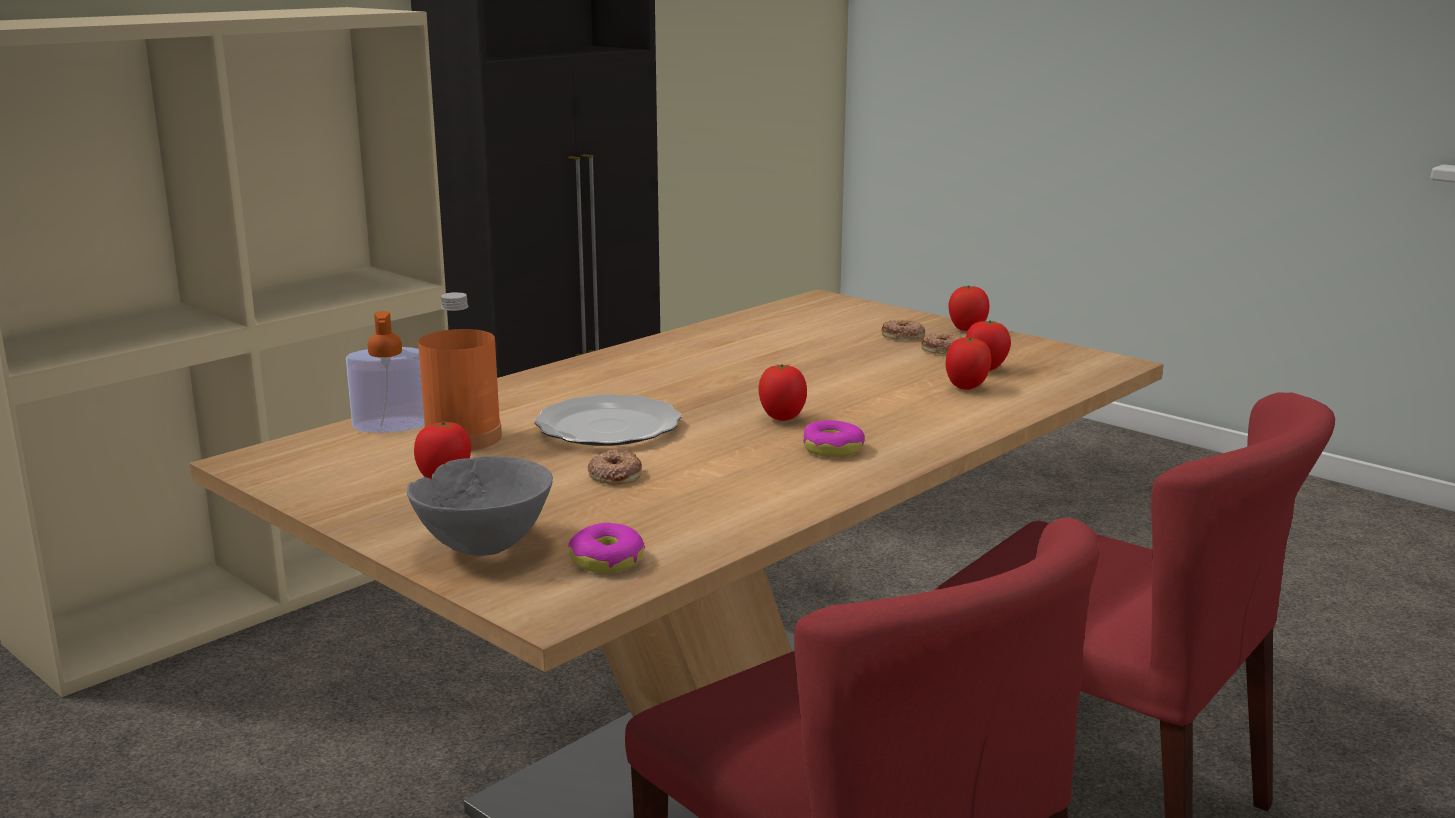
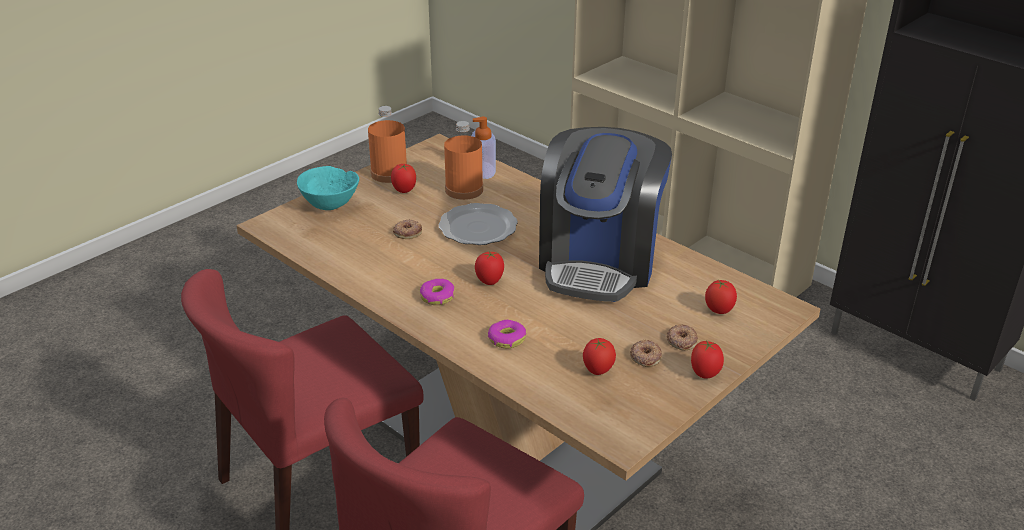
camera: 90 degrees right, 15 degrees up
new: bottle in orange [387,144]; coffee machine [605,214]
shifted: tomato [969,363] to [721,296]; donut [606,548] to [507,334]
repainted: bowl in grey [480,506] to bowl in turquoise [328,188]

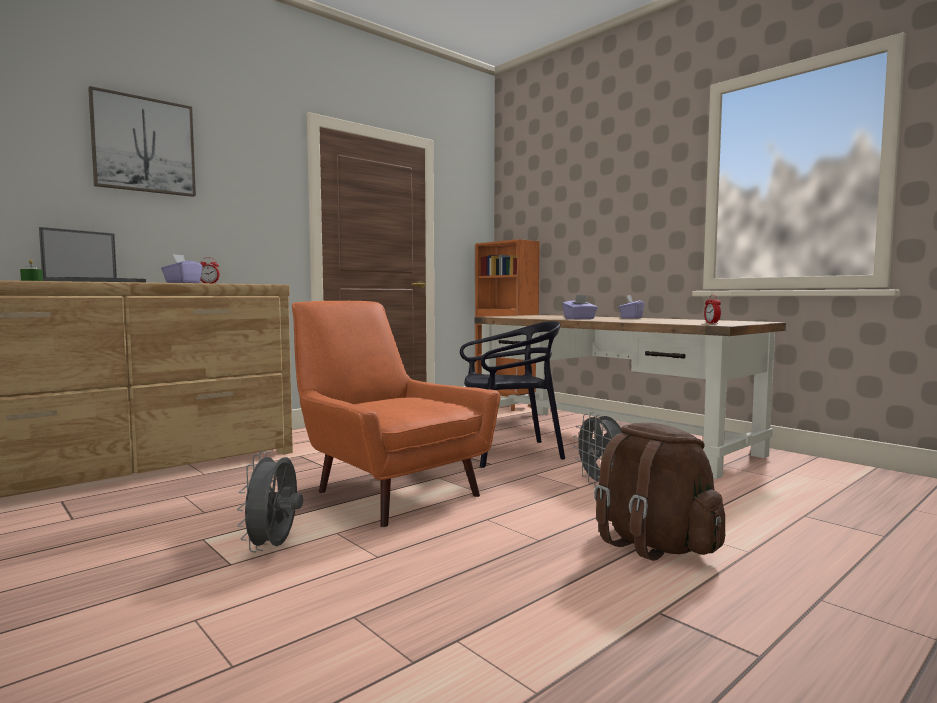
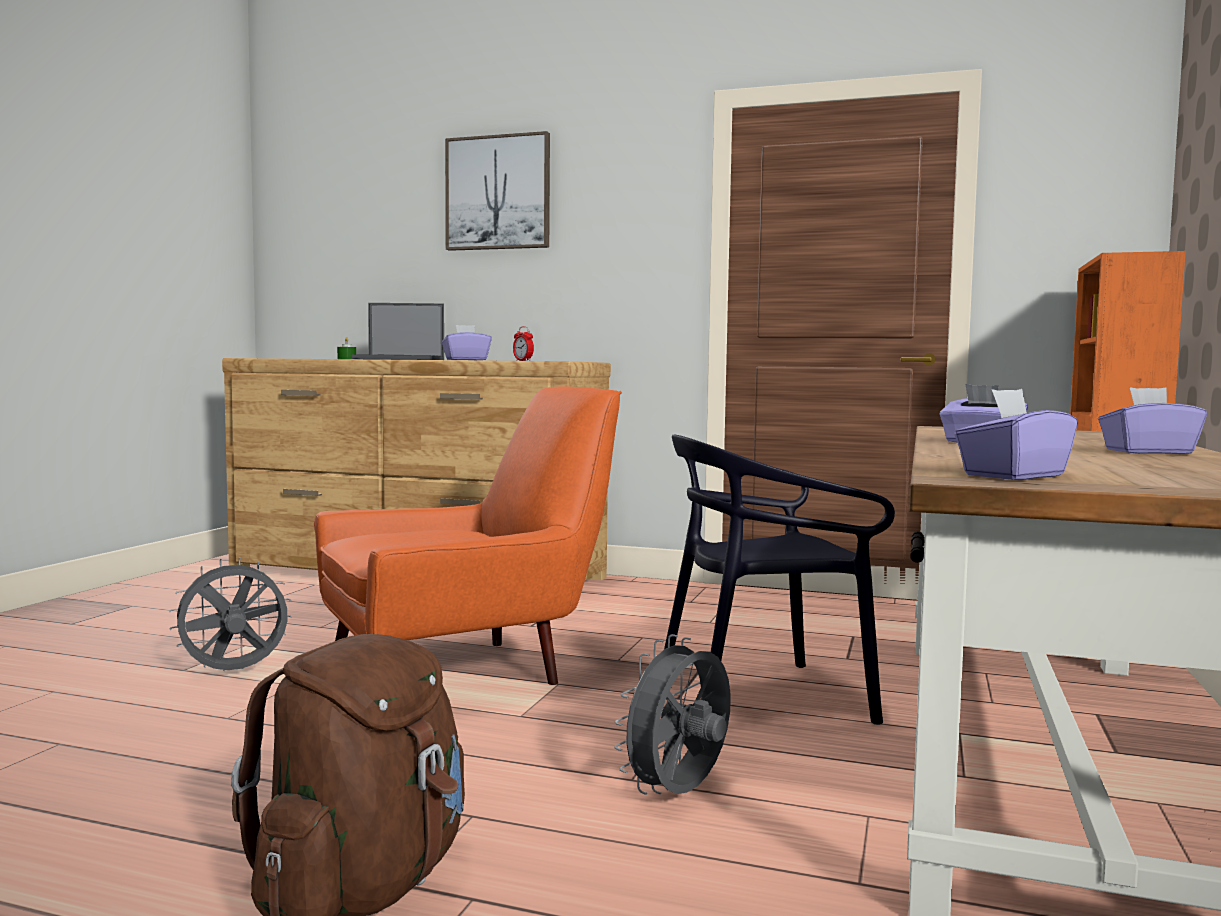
camera: 60 degrees right, 0 degrees up
swapped: alarm clock [712,309] to tissue box in purple [1016,434]
rotated: armchair in orange [396,414] = [468,536] 45 degrees clockwise; chair in black [512,394] = [779,580] 120 degrees clockwise

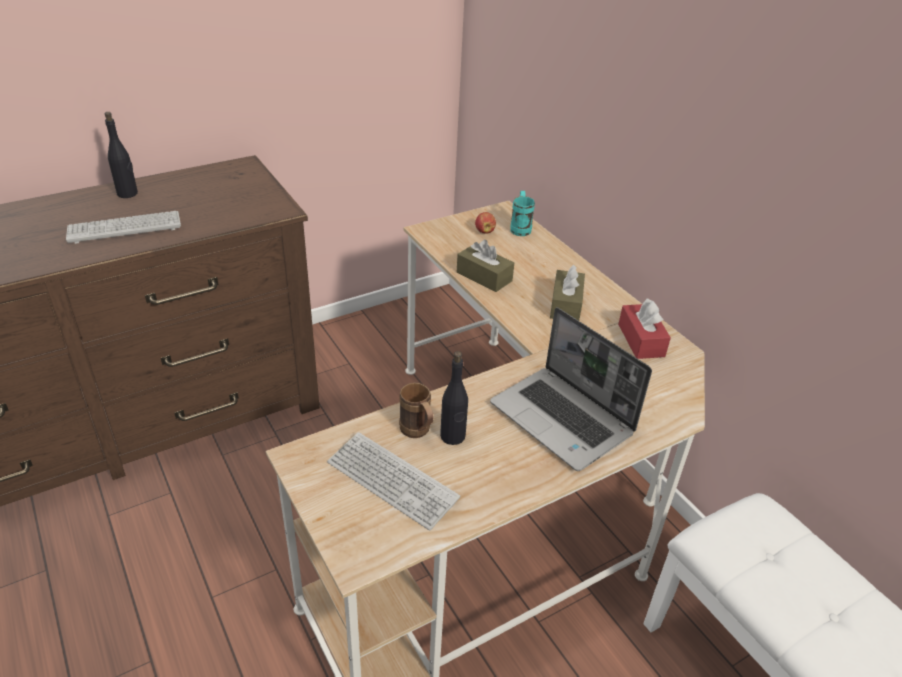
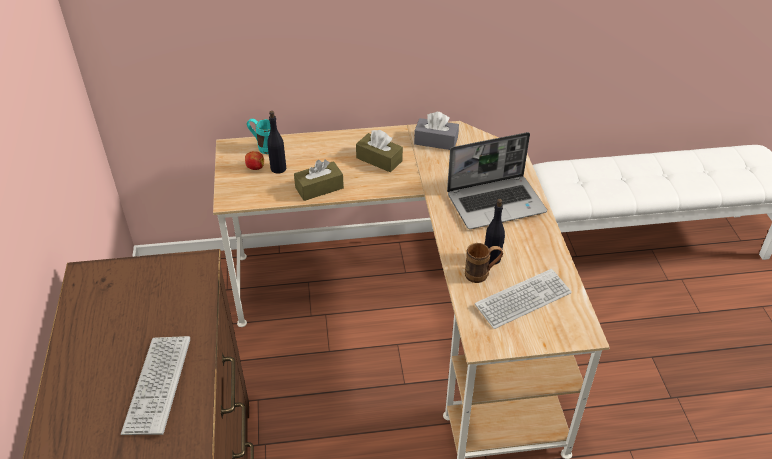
camera: 65 degrees left, 5 degrees up
shifted: bottle in black [121,155] to [276,142]
repainted: tissue box in red [644,328] to tissue box in grey [436,131]

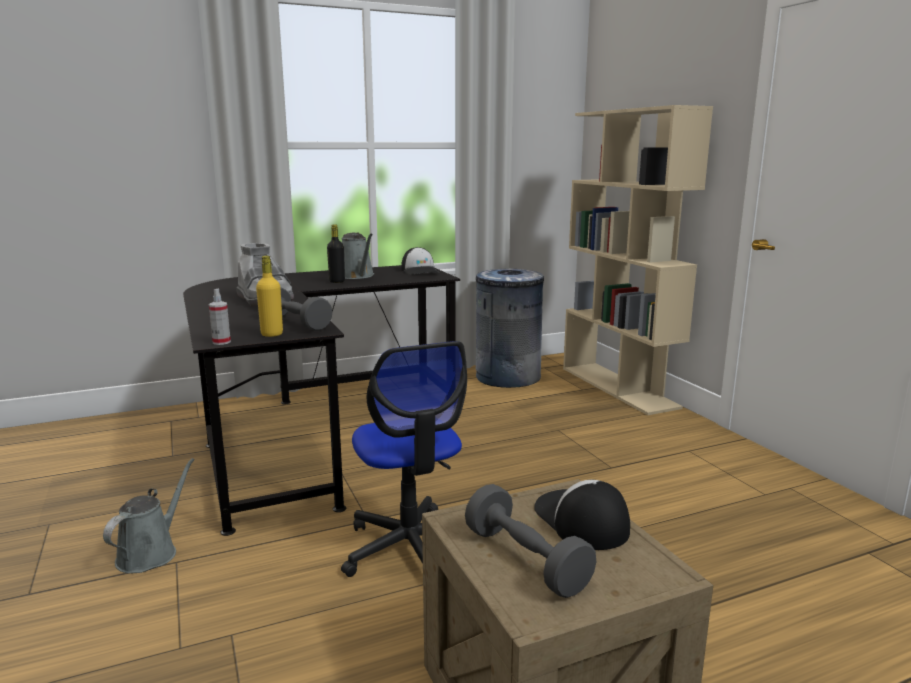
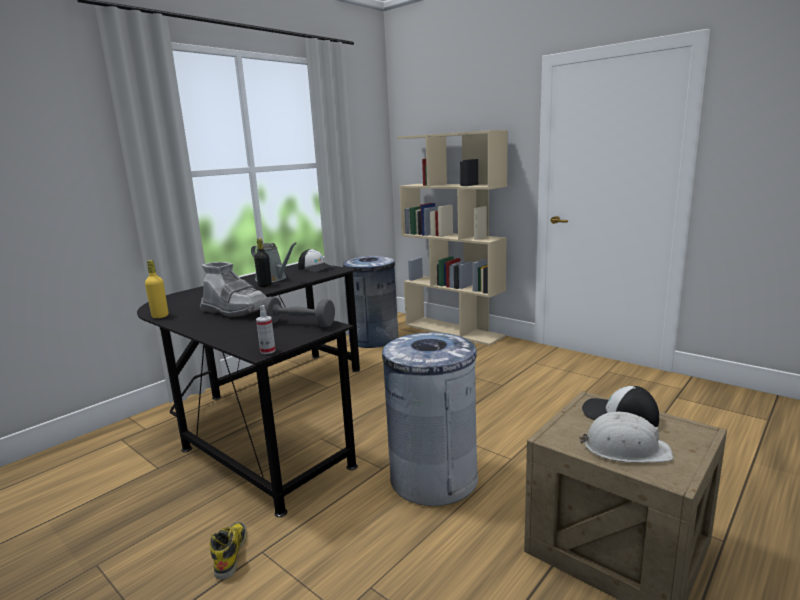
camera: 25 degrees left, 0 degrees up
shifted: bottle in yellow [269,296] to [156,289]
swapped: office chair [404,459] to trash can in grey [430,419]; watering can in grey [149,515] to boot [228,551]; dumbbell in grey [530,541] to hard hat in white [626,437]

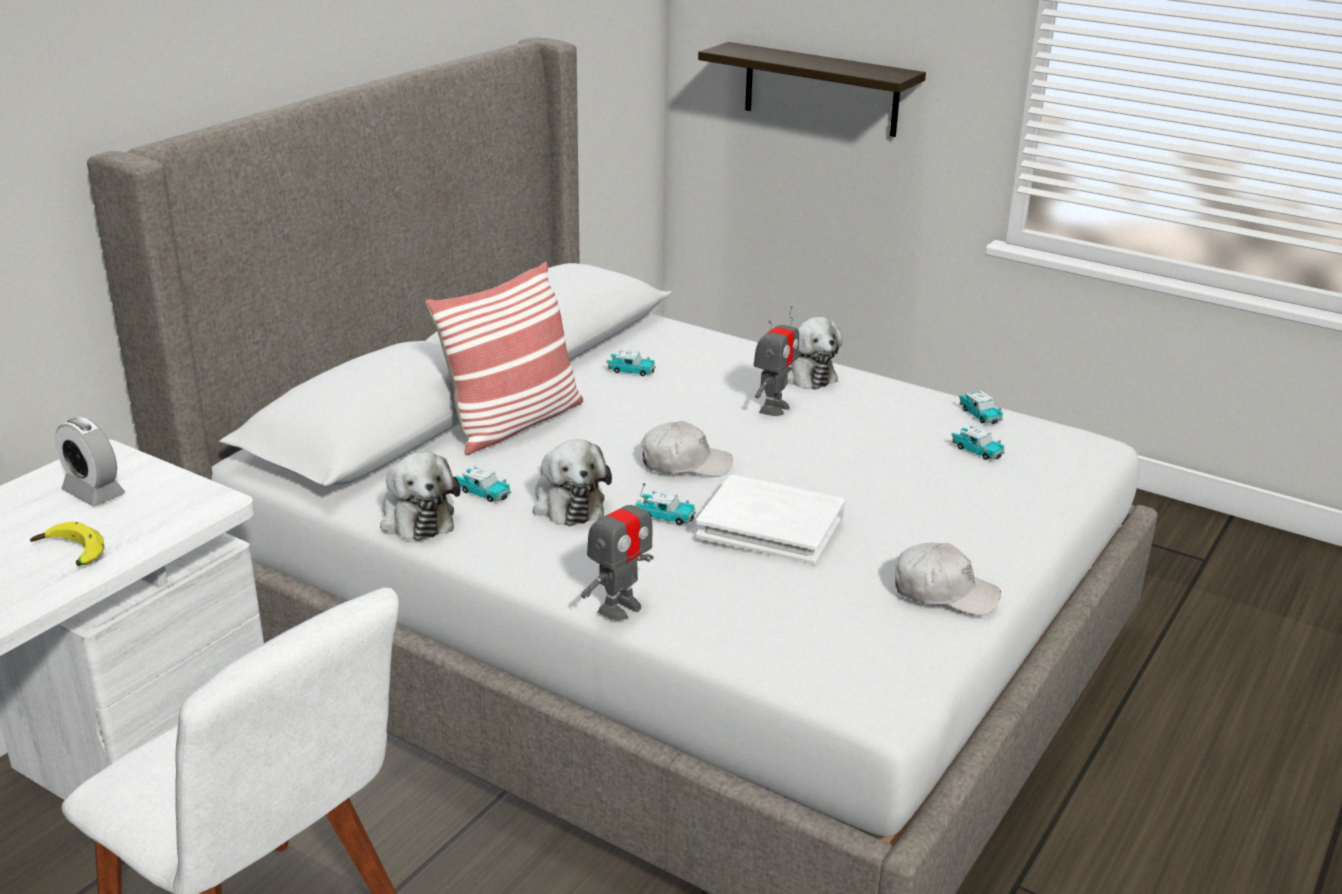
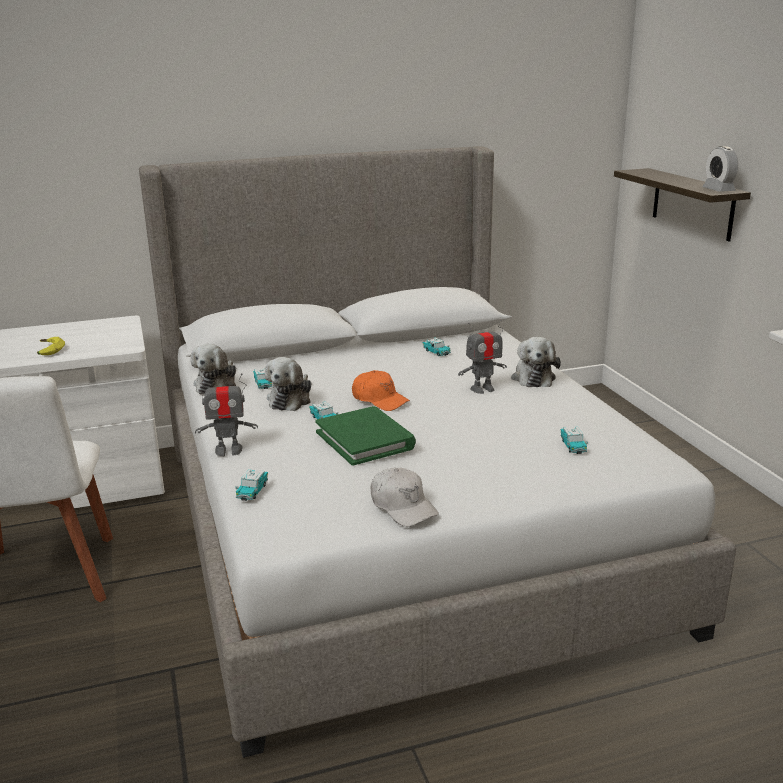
camera: 40 degrees right, 5 degrees down
gone: pillow [504,358]
shifted: toy car [981,407] to [251,485]; alarm clock [90,461] to [720,169]
repainted: cap in white [687,449] to cap in orange [381,390]; book in white [770,520] to book in green [365,436]

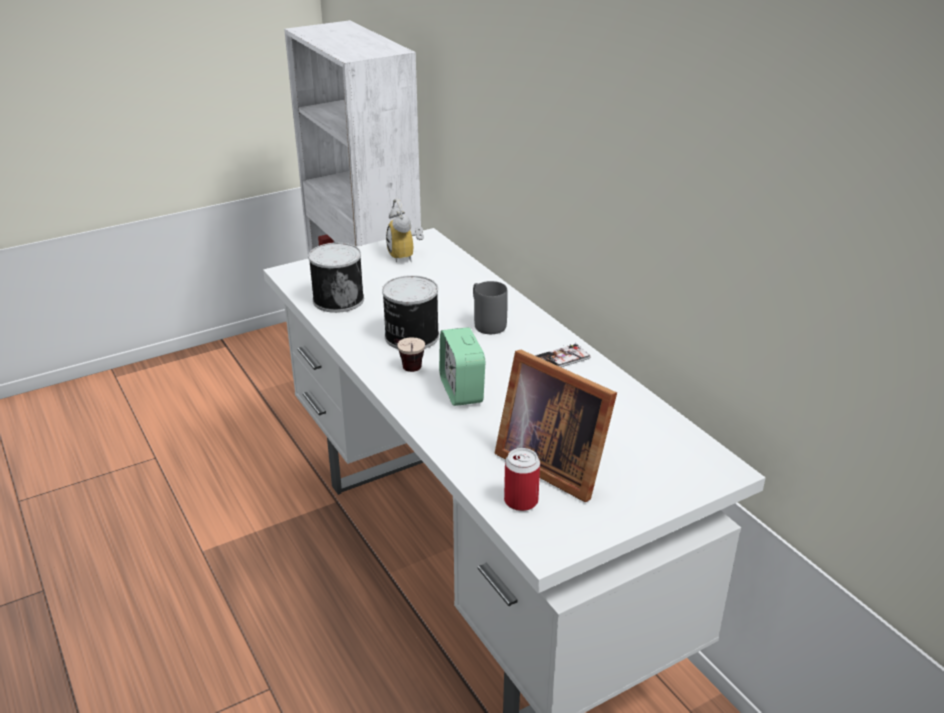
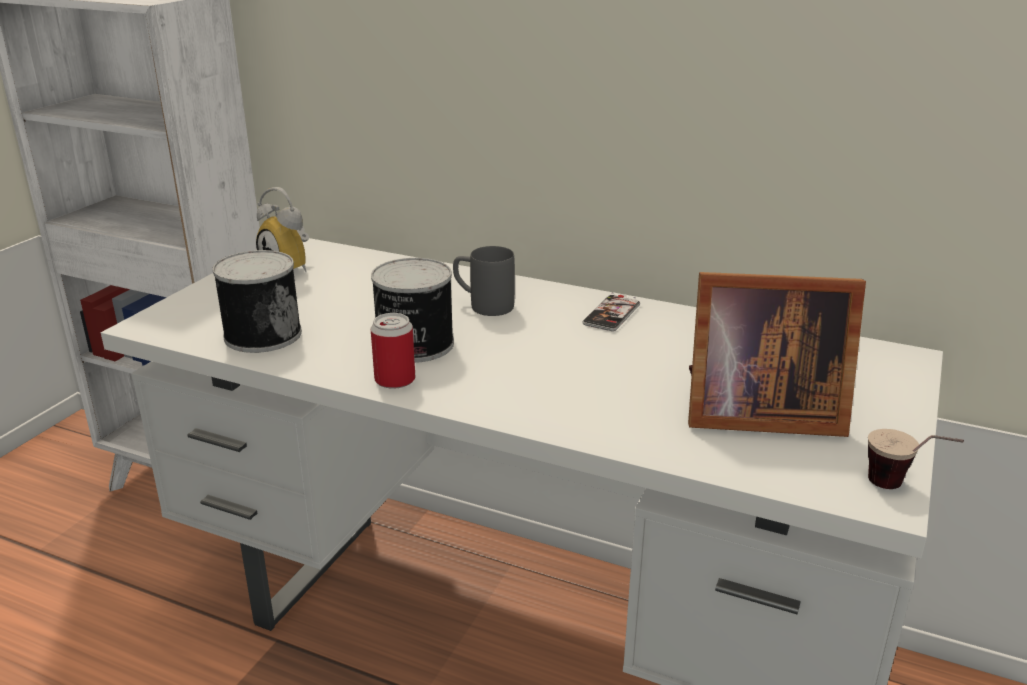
camera: 35 degrees left, 5 degrees down
gone: alarm clock [462,366]
shifted: cup [411,354] to [916,459]; can [522,479] to [393,351]

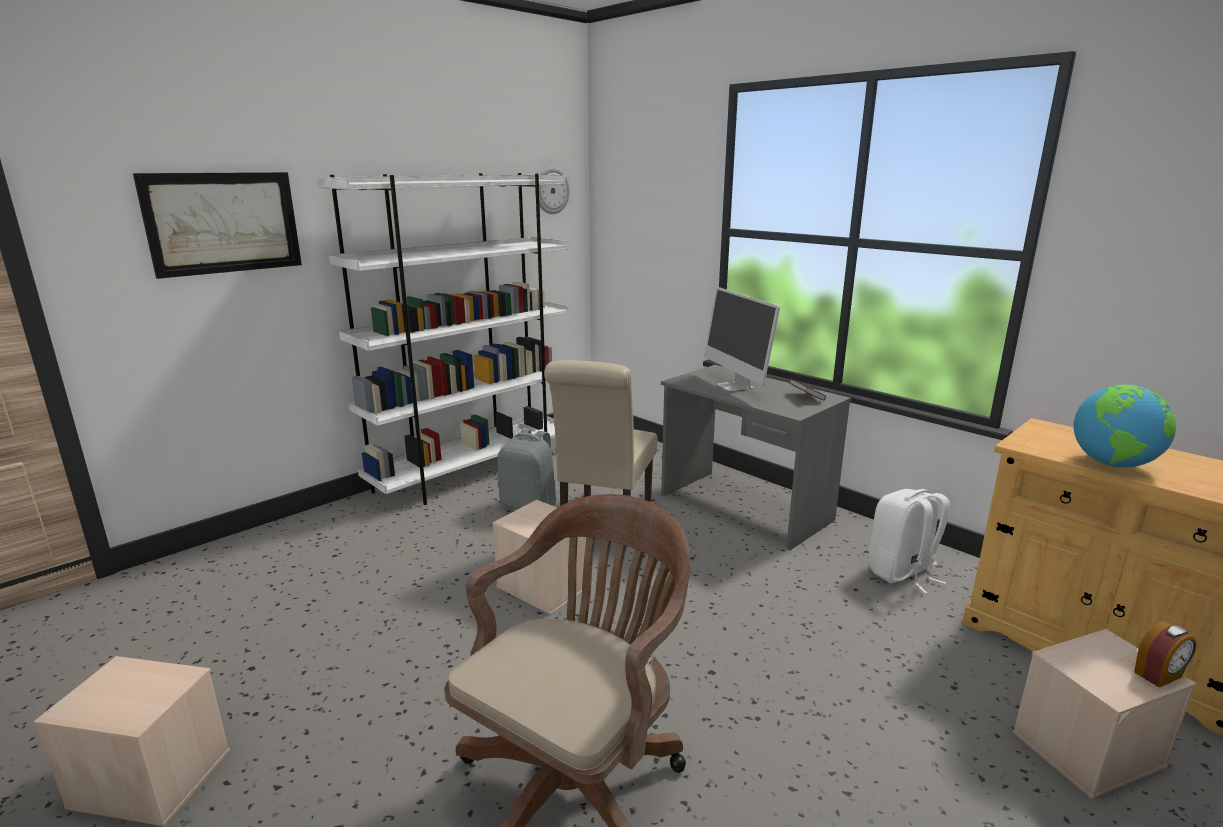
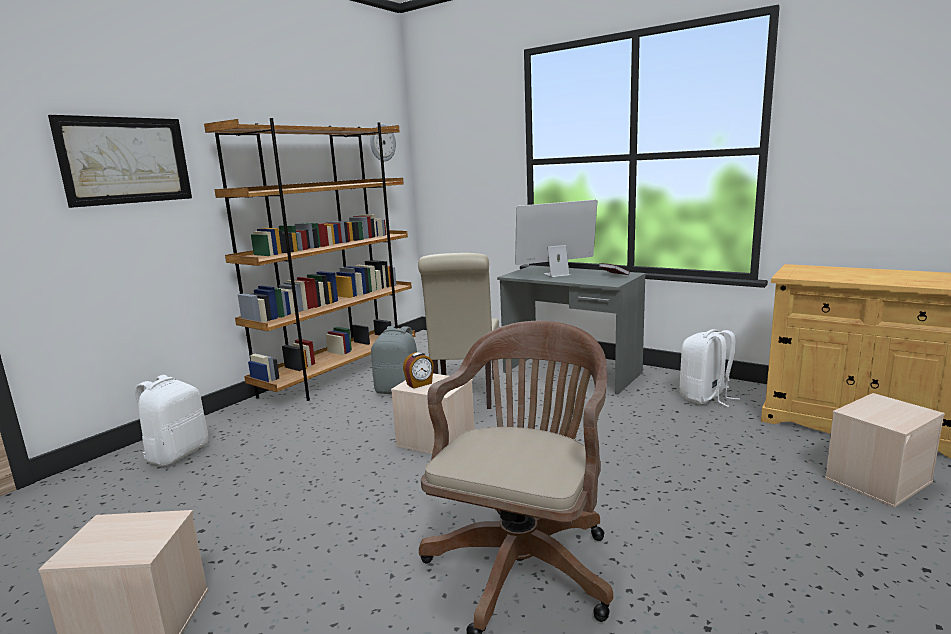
camera: 10 degrees left, 5 degrees down
gone: globe [1125,426]
new: backpack in white [171,420]
shifted: alarm clock [1165,654] to [418,370]
repainted: bookcase in white [443,339] to bookcase in brown [309,259]
rotated: monitor [742,339] = [556,238] 105 degrees clockwise

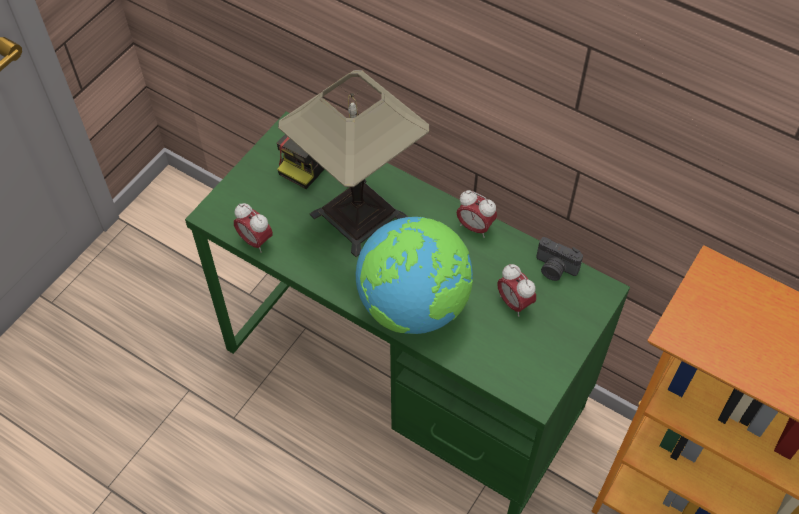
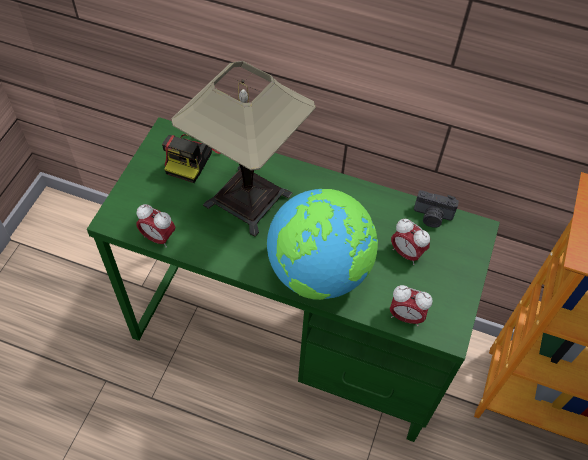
camera: 15 degrees left, 0 degrees up
shifted: alarm clock [476,214] to [411,305]

